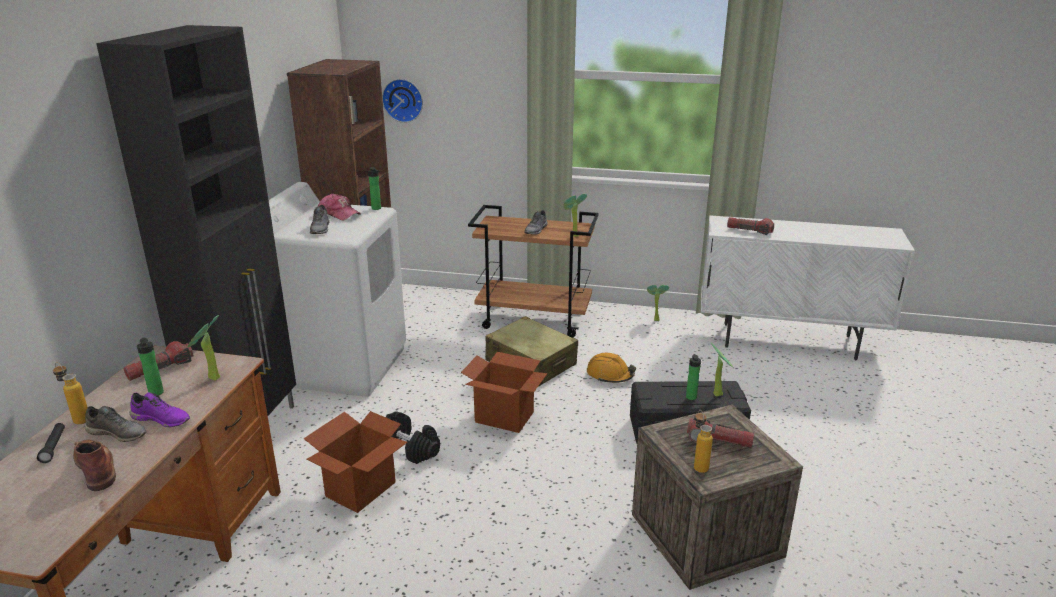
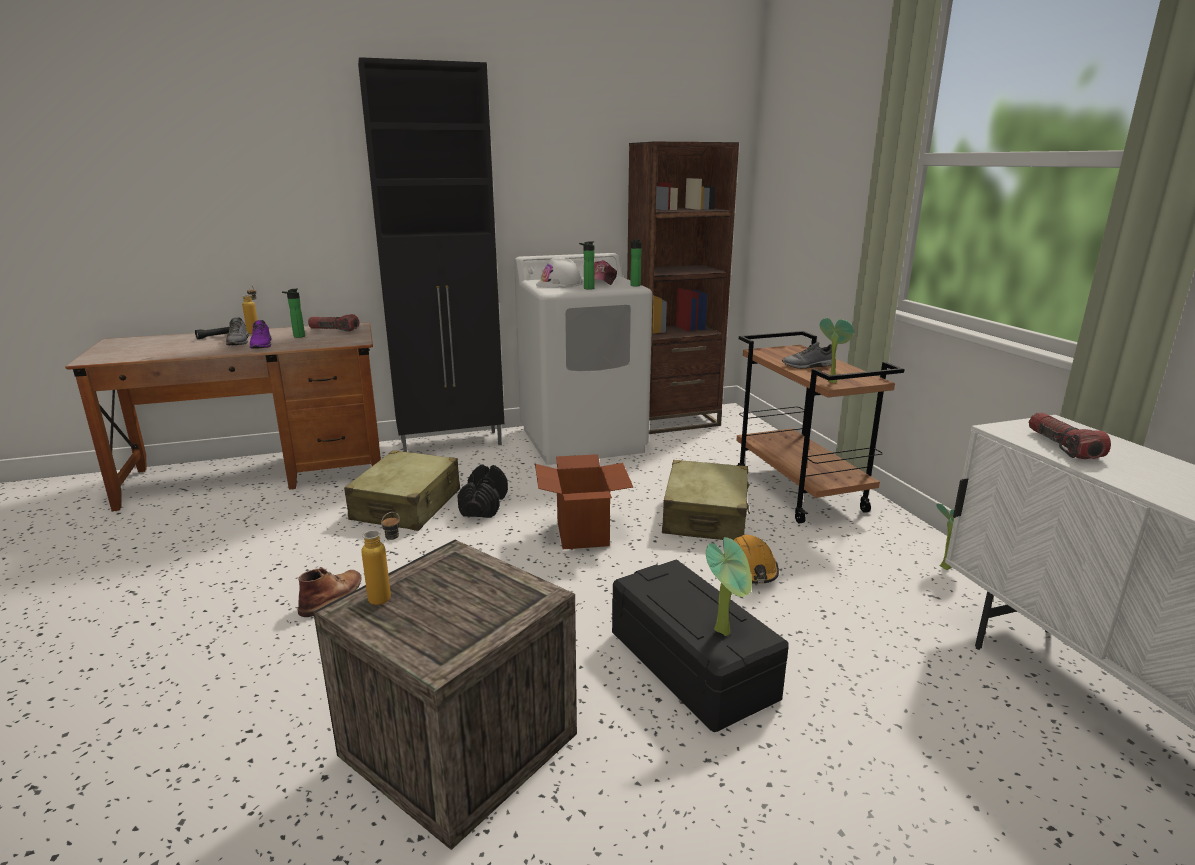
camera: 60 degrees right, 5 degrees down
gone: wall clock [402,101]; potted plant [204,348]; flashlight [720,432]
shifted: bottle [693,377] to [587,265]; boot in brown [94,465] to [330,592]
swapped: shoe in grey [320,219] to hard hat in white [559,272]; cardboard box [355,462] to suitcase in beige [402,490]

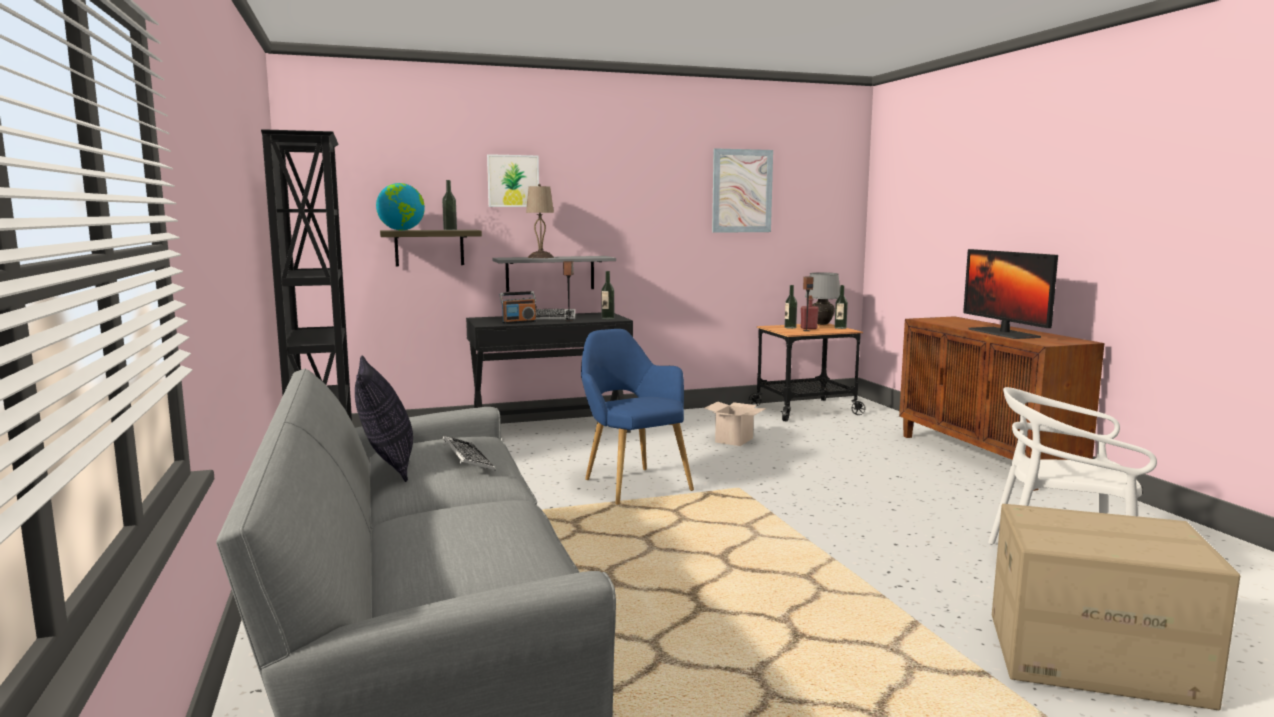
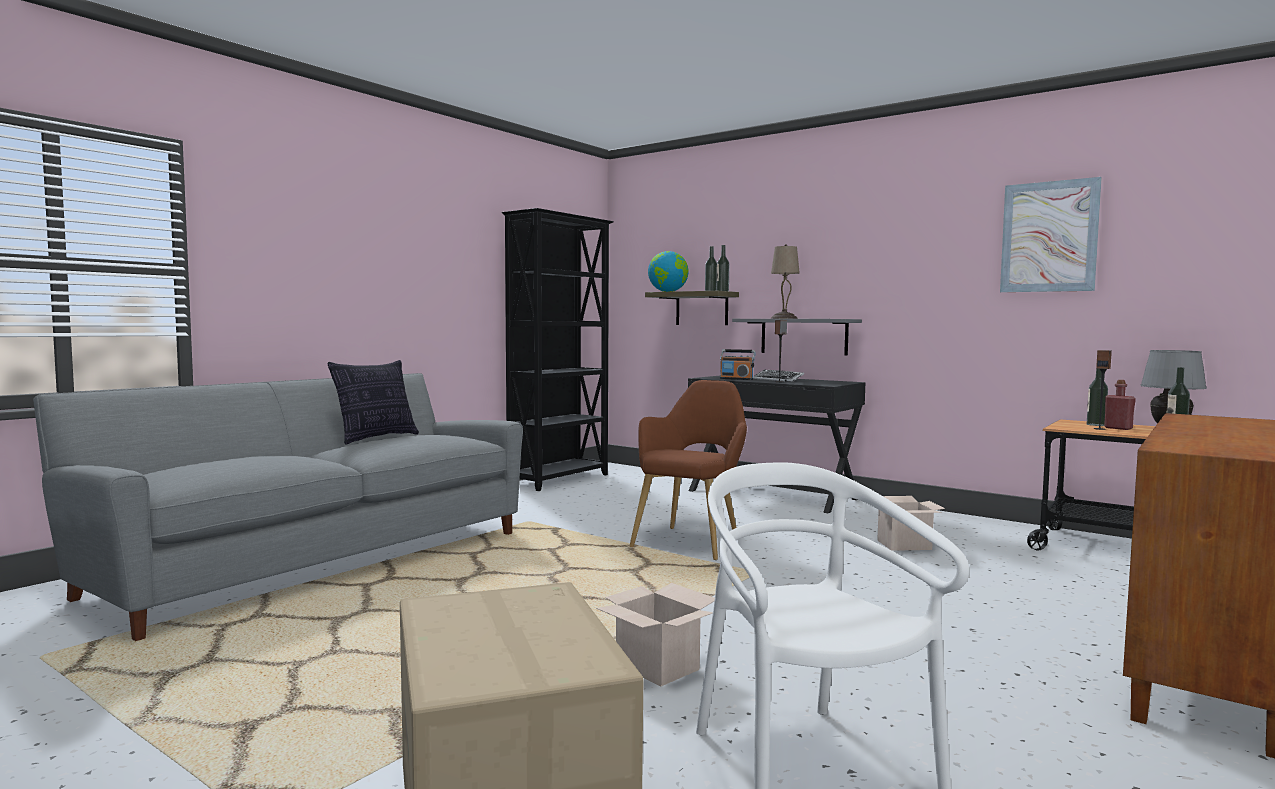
camera: 55 degrees right, 5 degrees down
gone: picture [513,180]; monitor [1010,294]; keyboard [469,453]
new: cardboard box [655,634]
shifted: bottle [607,295] to [723,268]
repainted: armchair in blue [637,416] to armchair in brown [688,470]

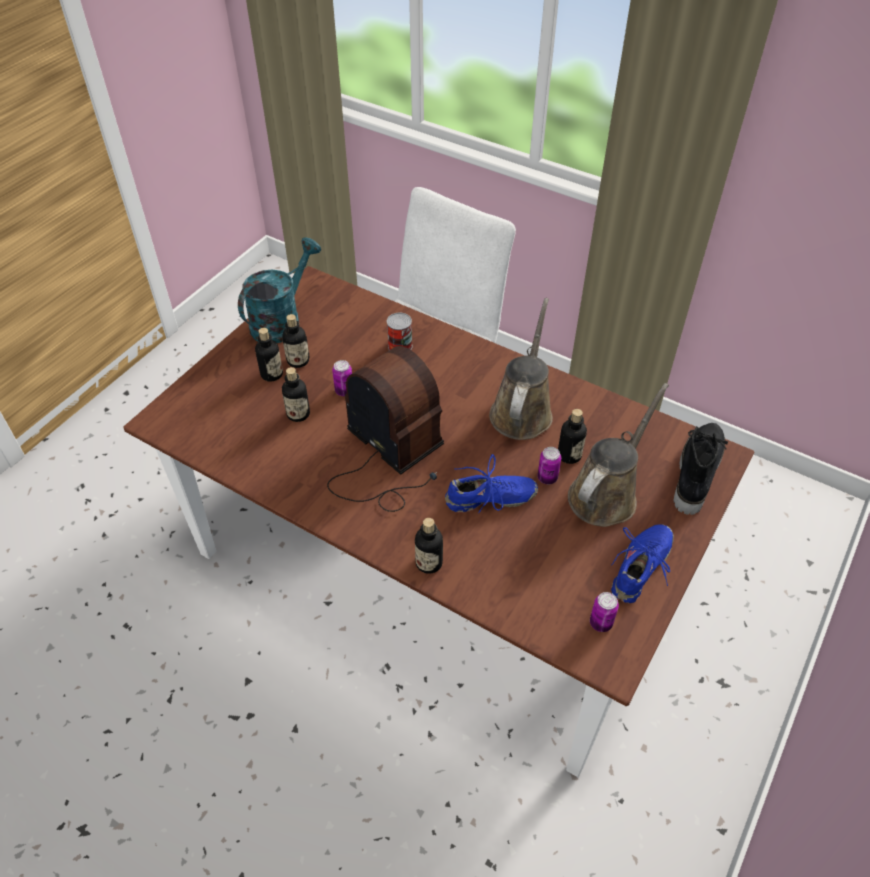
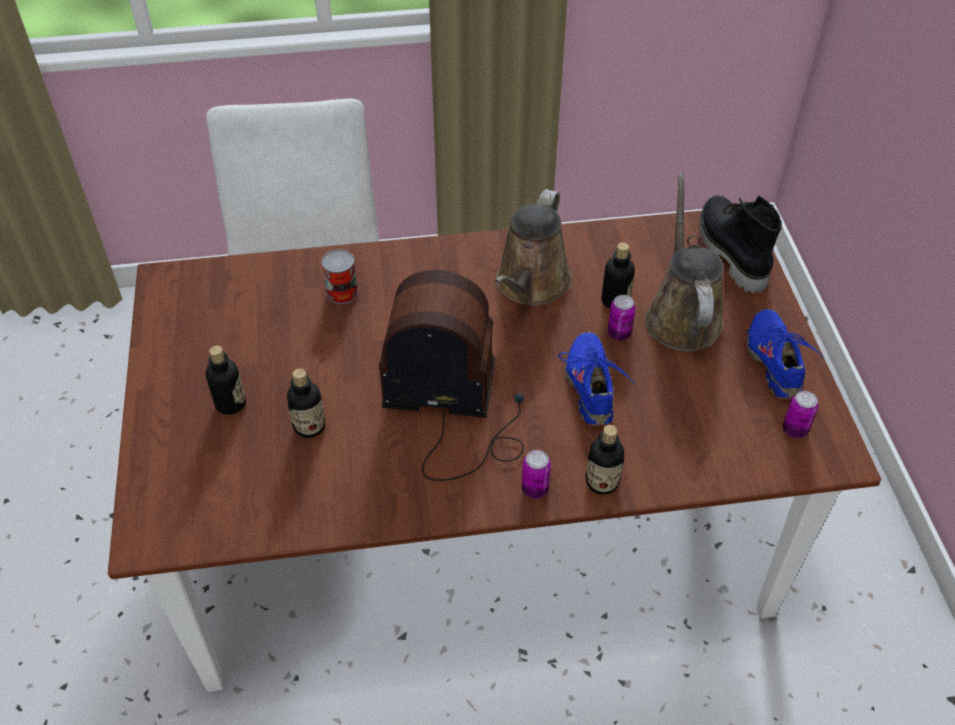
camera: 40 degrees left, 0 degrees up
gone: watering can in turquoise [279,290]; bottle [296,341]
shifted: can [342,378] to [536,474]
rotated: watering can in brown [521,369] = [533,247] 135 degrees counterclockwise; shoe in blue [491,483] = [596,379] 45 degrees counterclockwise

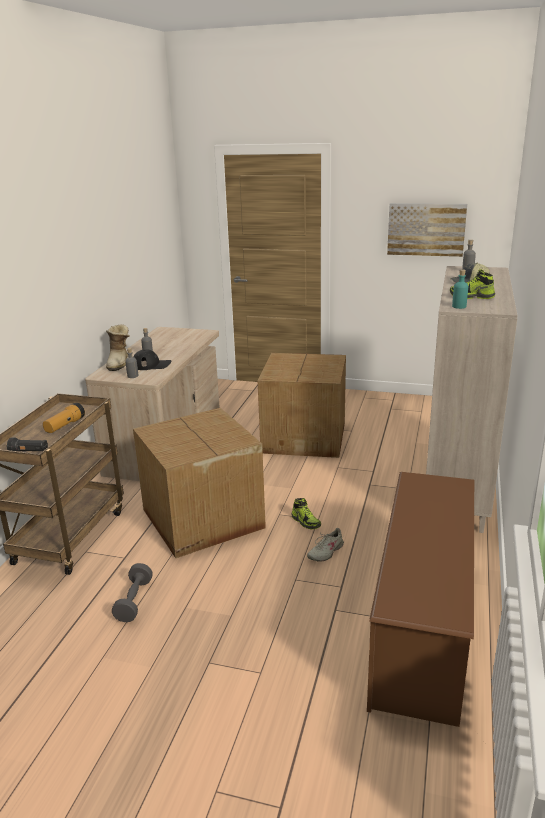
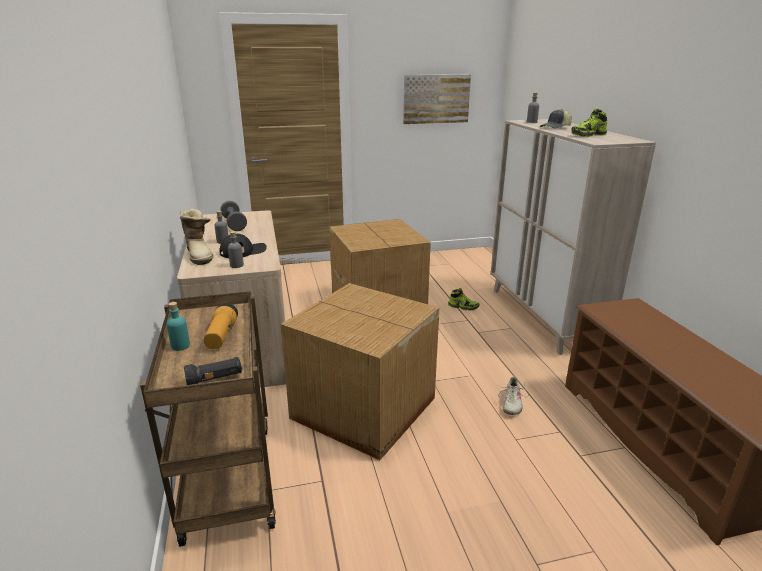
camera: 30 degrees left, 0 degrees up
shifted: bottle in turquoise [460,289] to [178,326]; shoe [306,513] to [463,299]; dumbbell in grey [132,592] to [233,216]

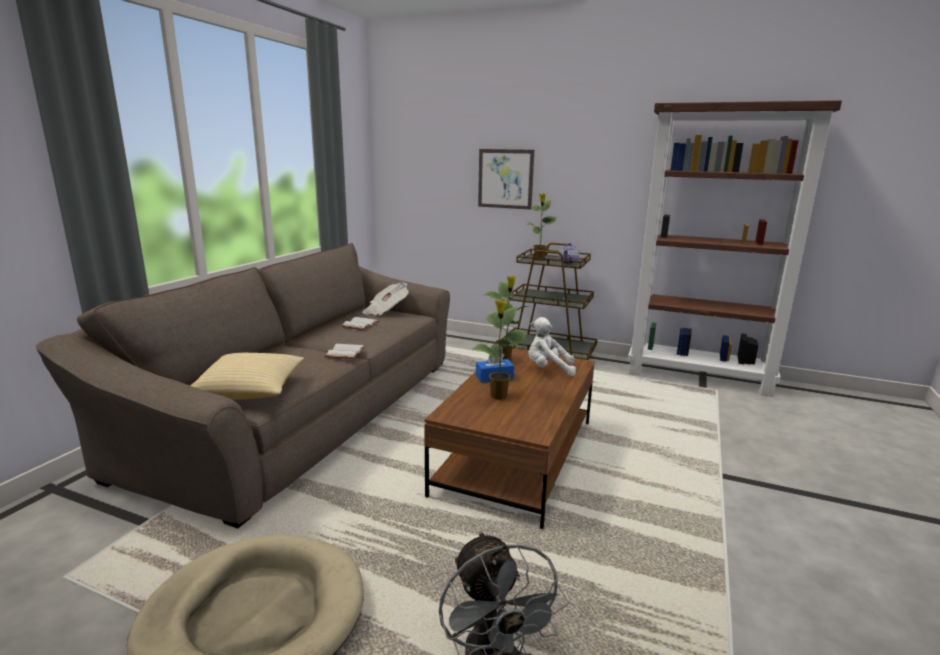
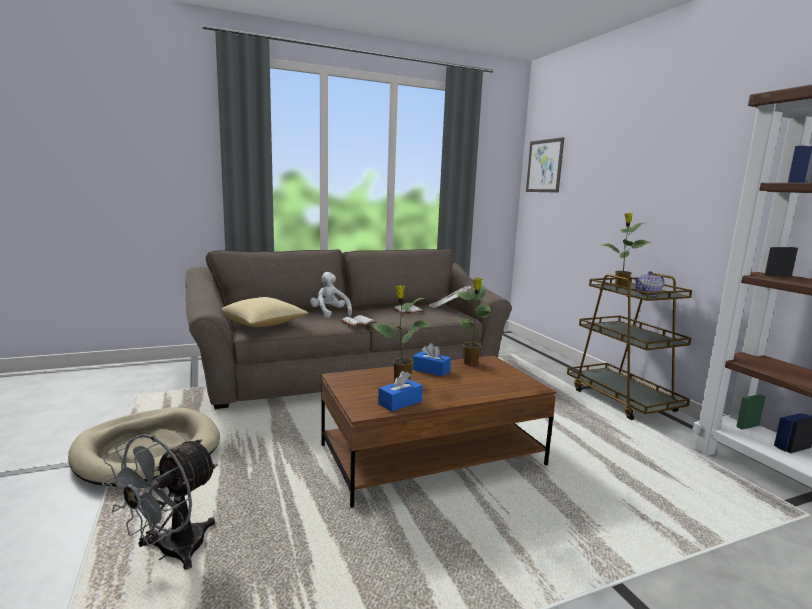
camera: 45 degrees right, 5 degrees down
new: tissue box in blue [400,391]
shifted: picture [506,179] to [545,165]; plush toy in white [552,346] to [331,295]

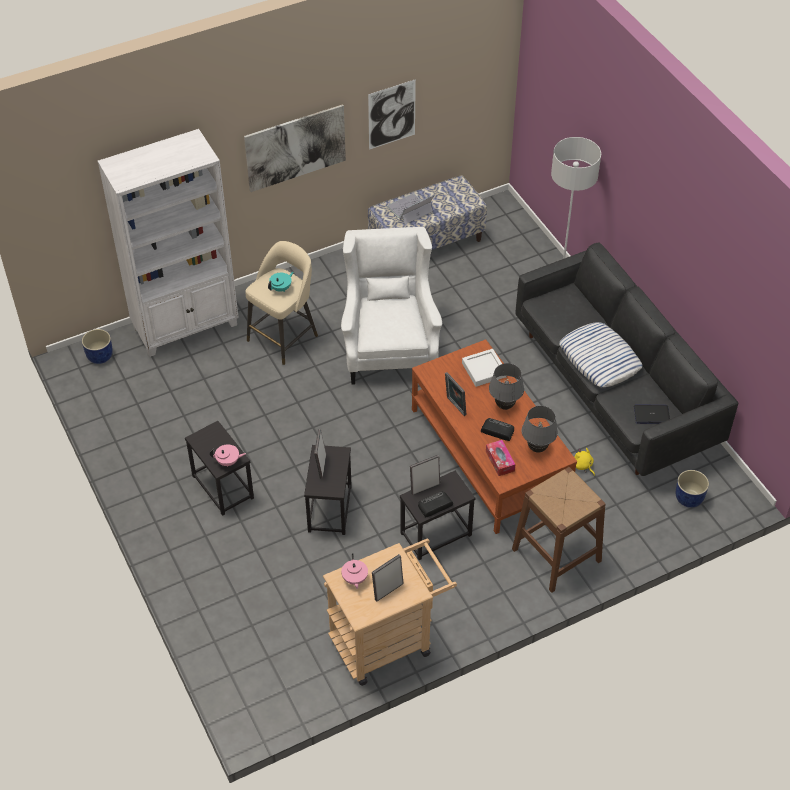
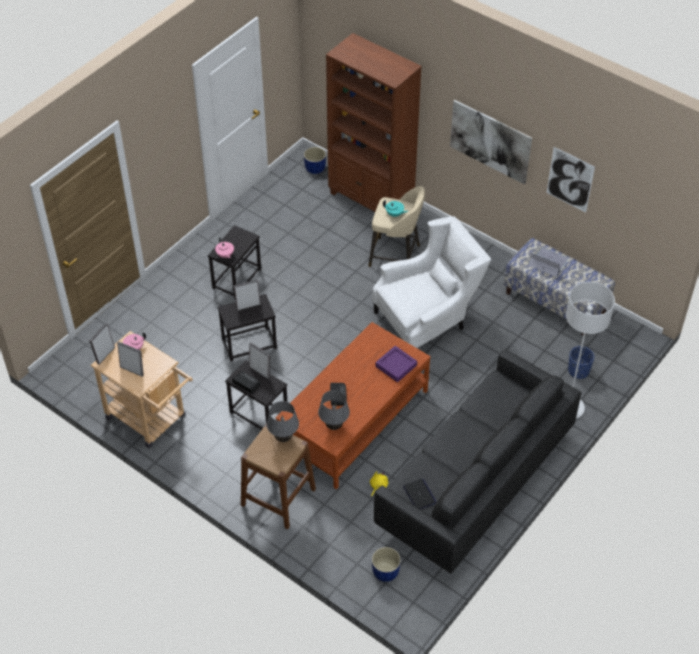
camera: 65 degrees right, 0 degrees up
gone: pillow [601,354]; tissue box [501,458]
new: planter in blue [581,362]
shifted: table lamp in grey [506,386] to [283,421]; picture frame [455,394] to [102,344]
repainted: bookcase in white [168,243] to bookcase in brown [374,122]; tray in white [484,368] to tray in purple [396,364]

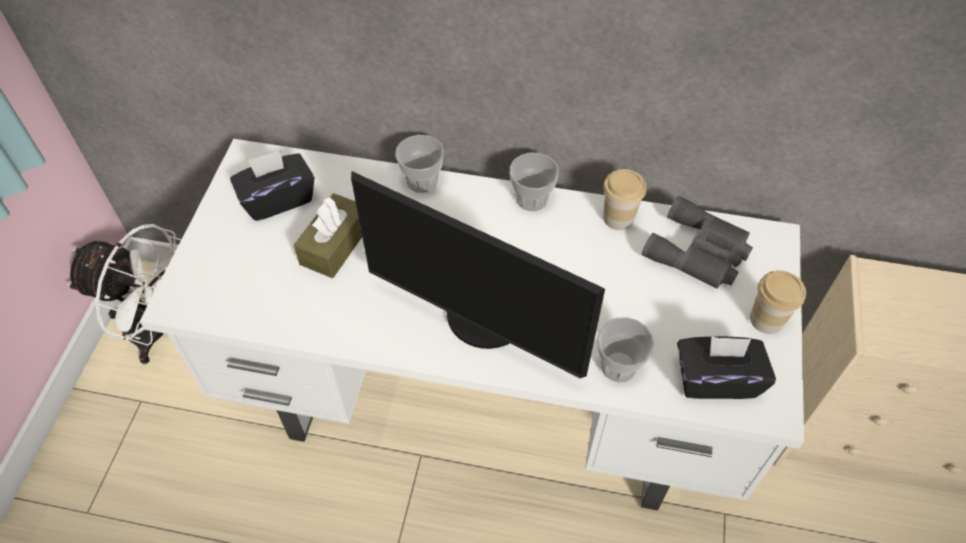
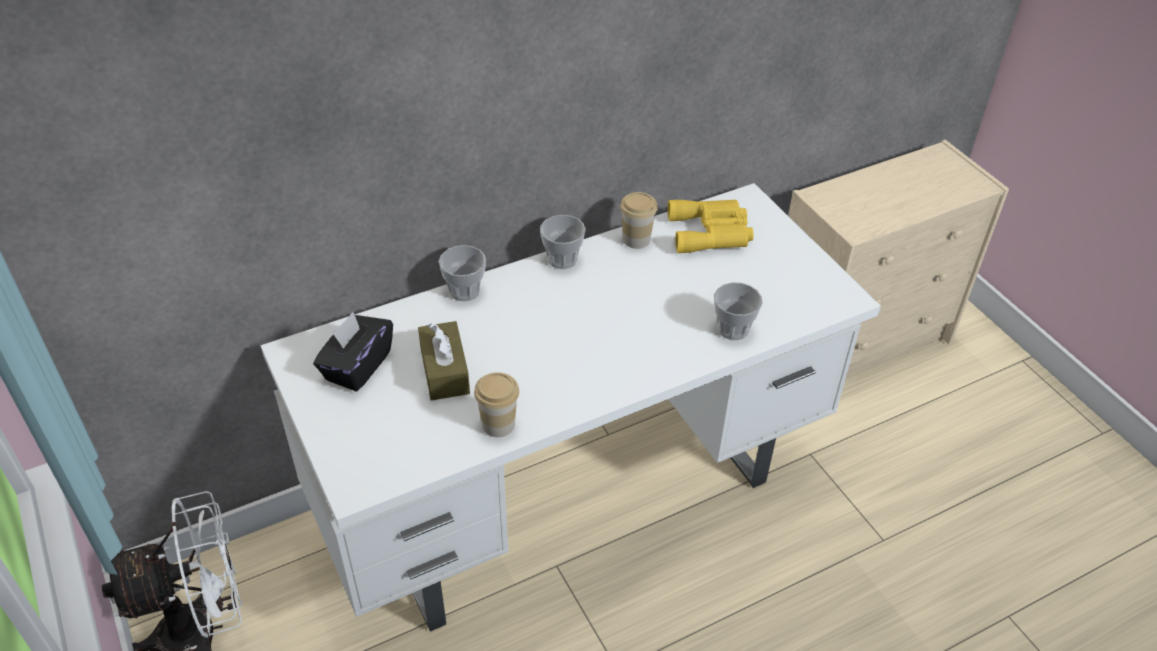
camera: 40 degrees left, 10 degrees down
gone: monitor [478,274]; tissue box in black [726,367]
shifted: cup [778,302] to [496,404]
repainted: binoculars in grey [697,242] to binoculars in yellow [711,226]

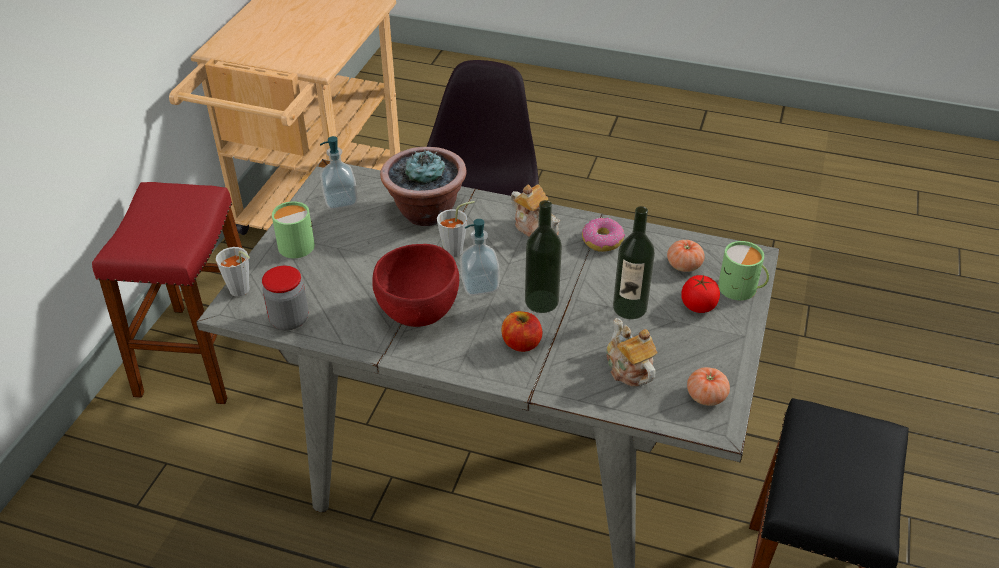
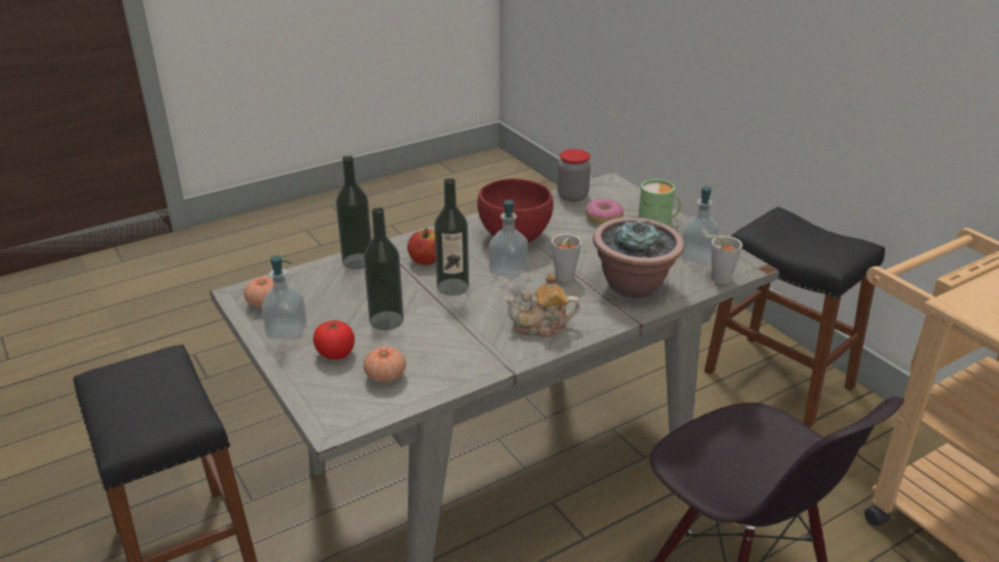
camera: 130 degrees right, 10 degrees down
gone: mug in green [743,270]; teapot [632,352]
new: bottle [354,212]; soap dispenser [284,297]
shifted: donut [603,235] to [604,211]; cup in grey [233,272] to [724,259]
repainted: stool in red [167,293] to stool in black [794,317]

